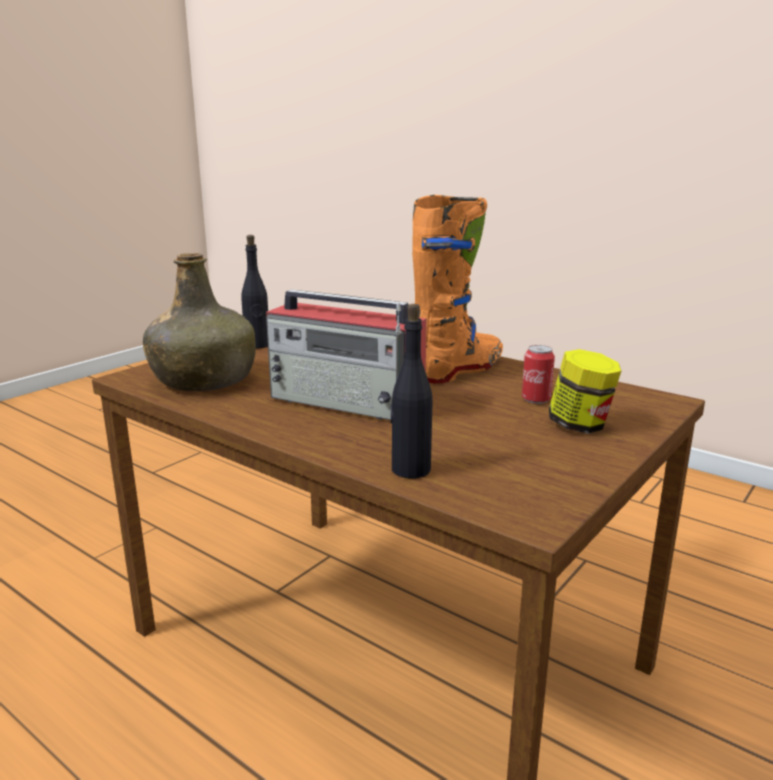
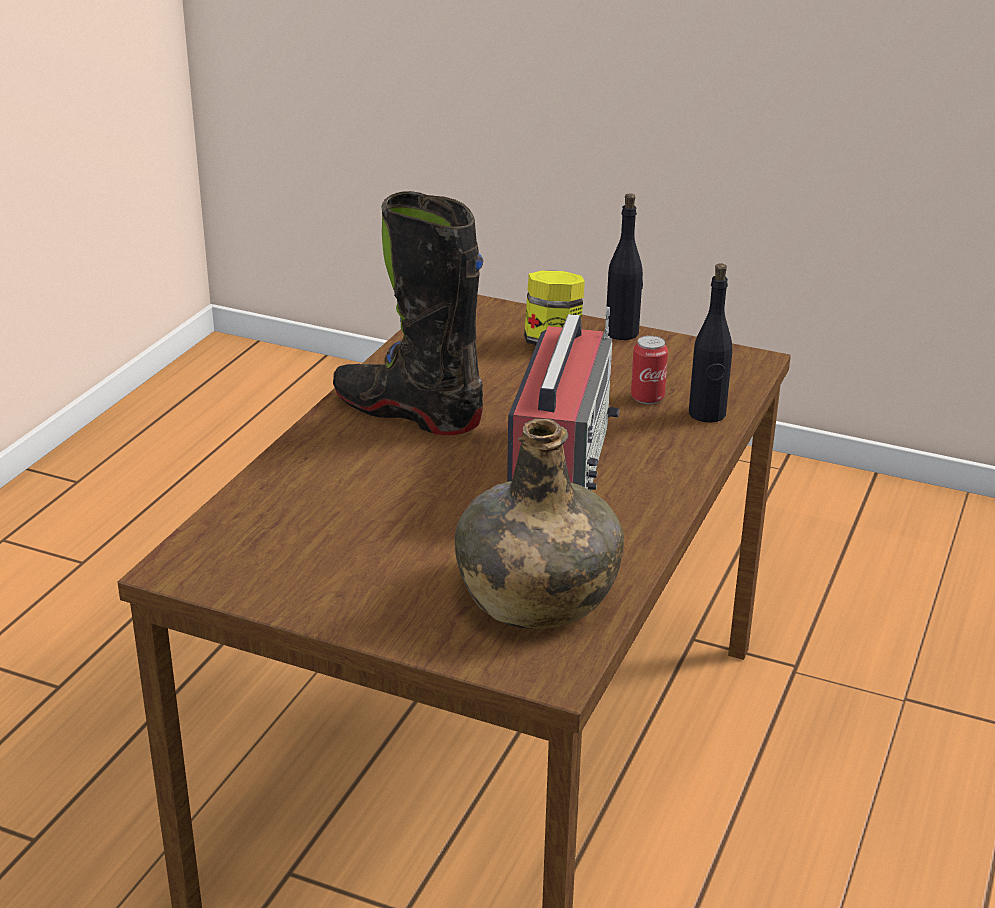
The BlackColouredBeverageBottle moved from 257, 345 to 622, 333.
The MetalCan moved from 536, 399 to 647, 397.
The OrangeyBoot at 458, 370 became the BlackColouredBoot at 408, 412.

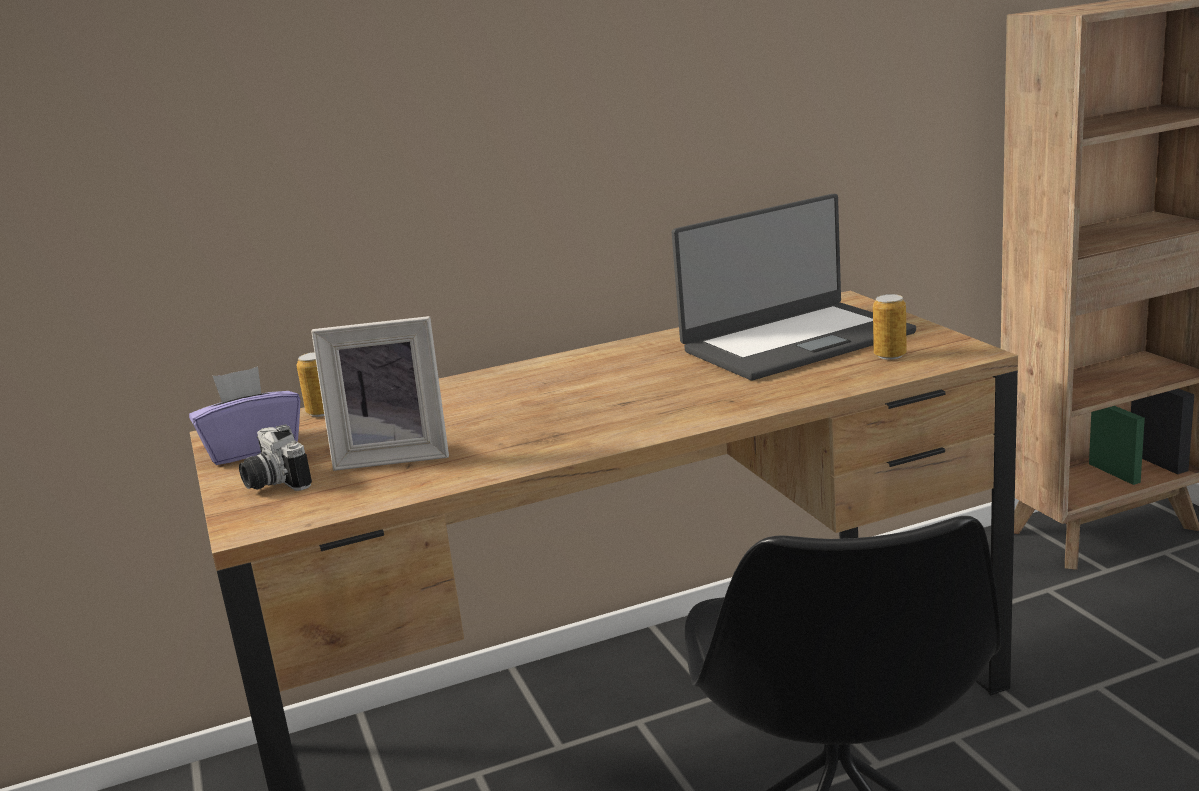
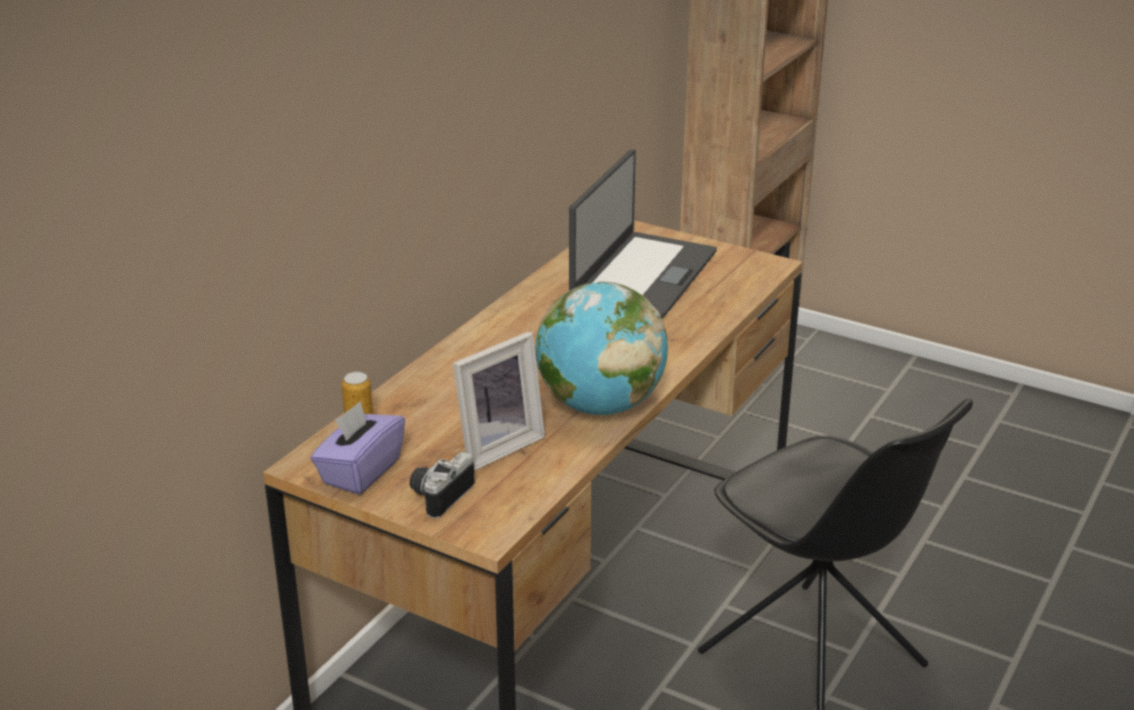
The MetalCan at 890, 355 disappeared.
The Globe at 600, 406 appeared.
The PhotoCamera at 272, 483 turned 105 degrees clockwise.

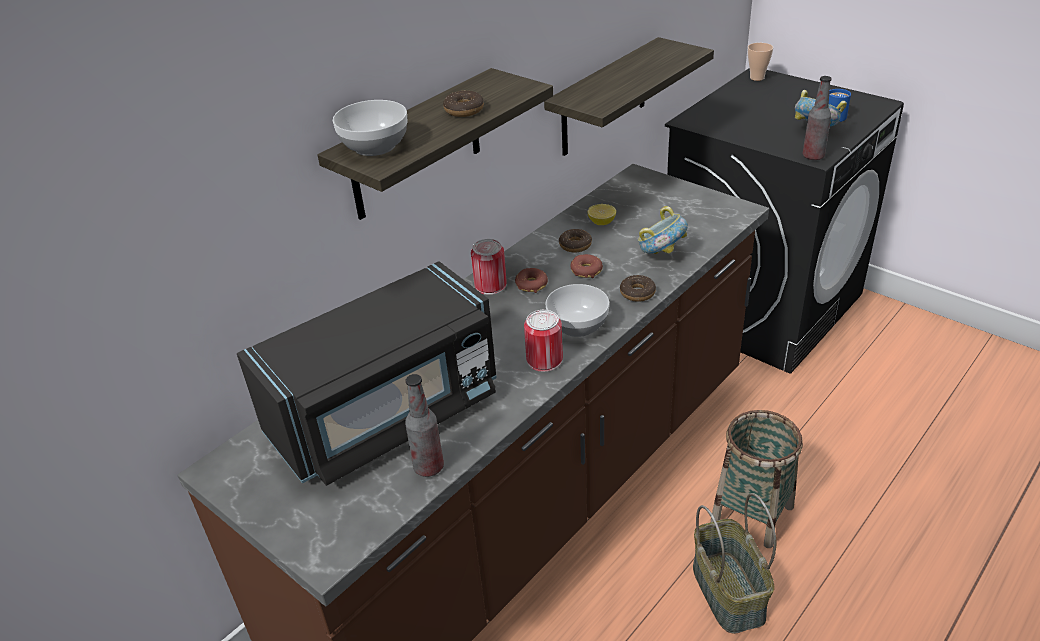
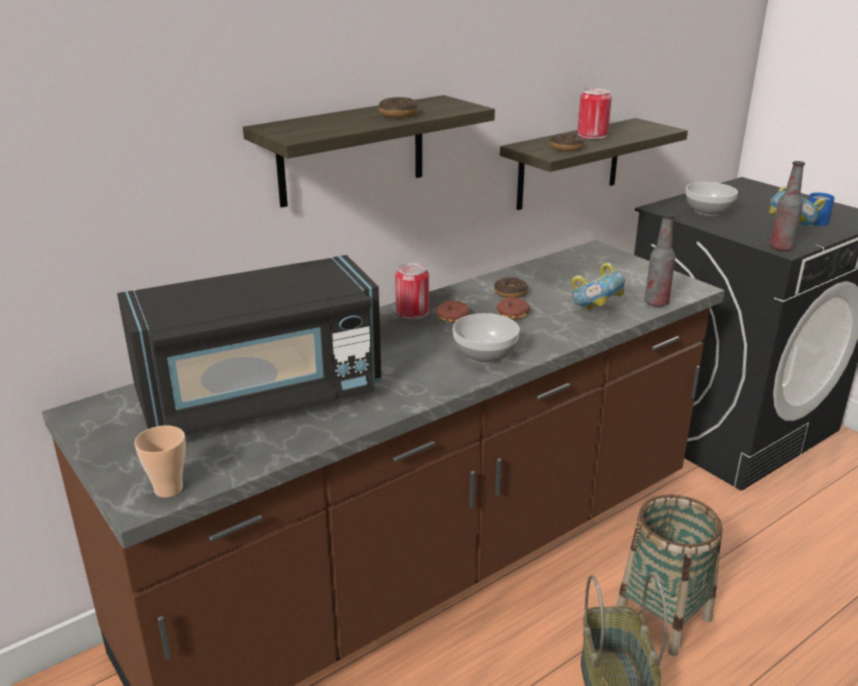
The CitrusFruit at 601, 223 disappeared.
The ServingBowl moved from 374, 145 to 708, 211.
The BeverageBottle moved from 428, 467 to 656, 303.
The MetalCan moved from 544, 360 to 592, 135.
The RingDoughnut moved from 637, 293 to 566, 148.
The Cup moved from 757, 78 to 168, 489.

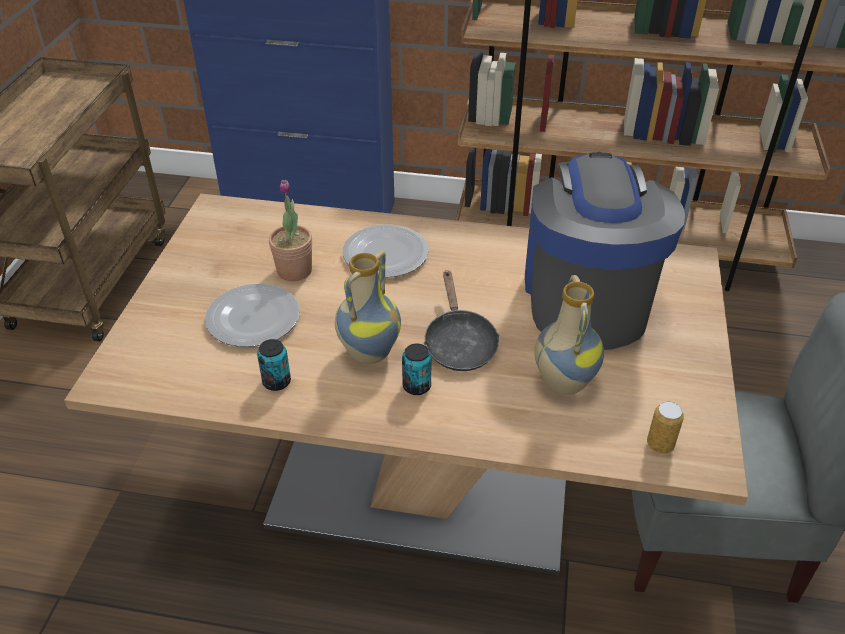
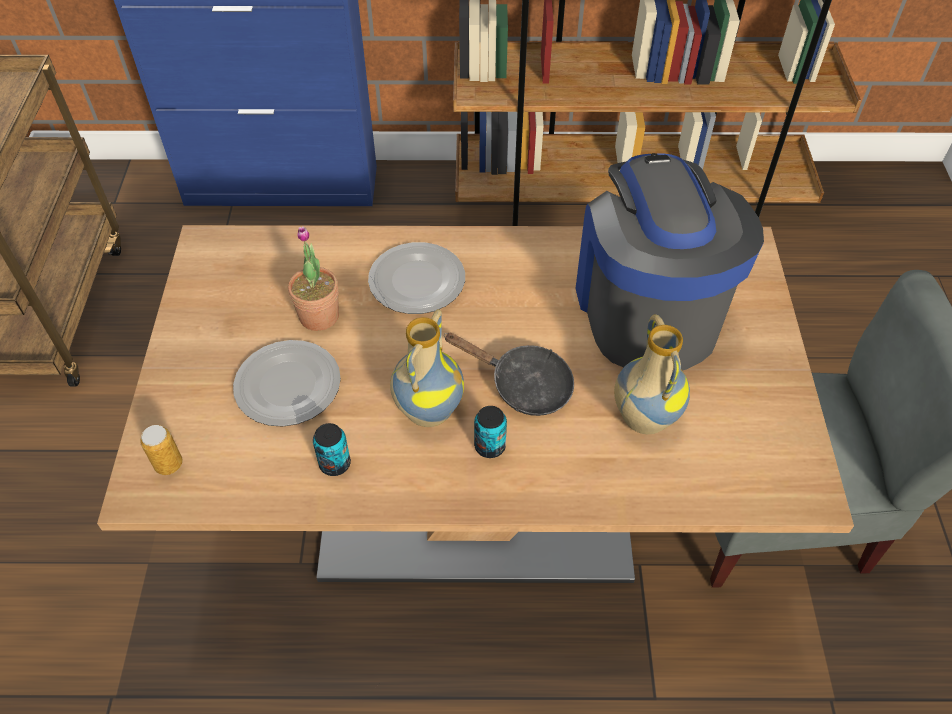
The MetalCan moved from 660, 444 to 168, 464.
The BlackColouredSkillet at 459, 343 turned 45 degrees counterclockwise.

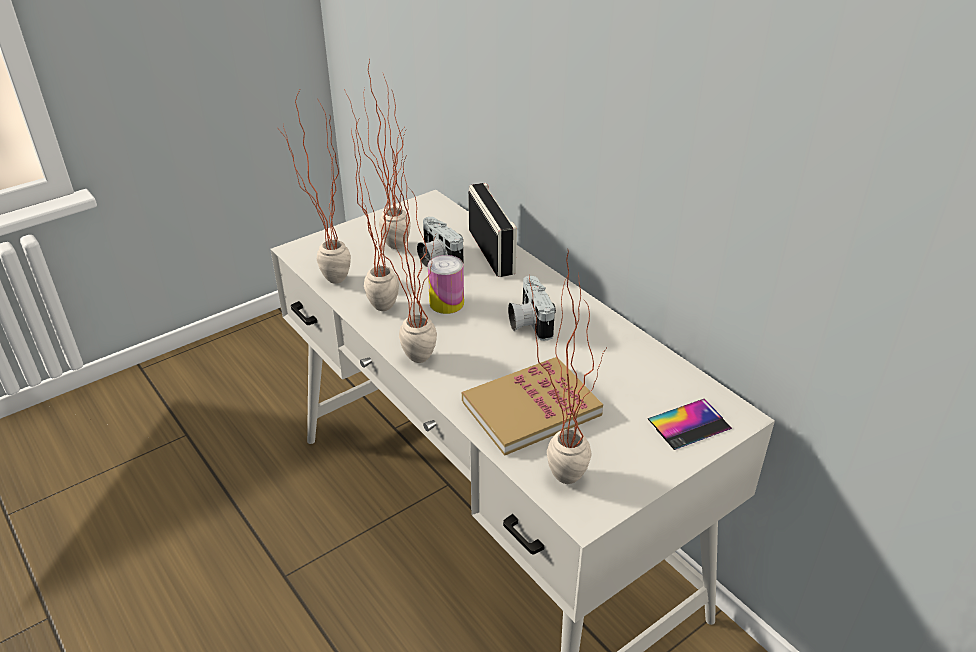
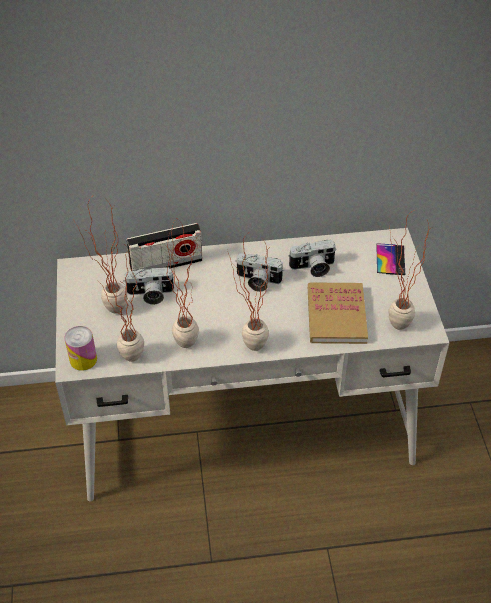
The PhotoCamera at 313, 268 appeared.
The MetalCan moved from 446, 303 to 83, 359.
The RadioReceiver at 491, 251 turned 150 degrees clockwise.

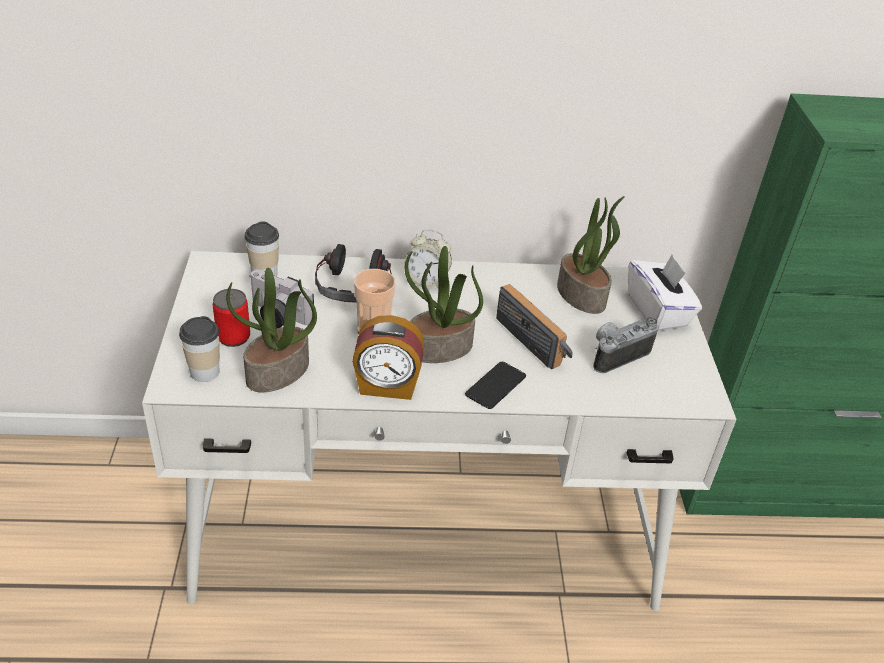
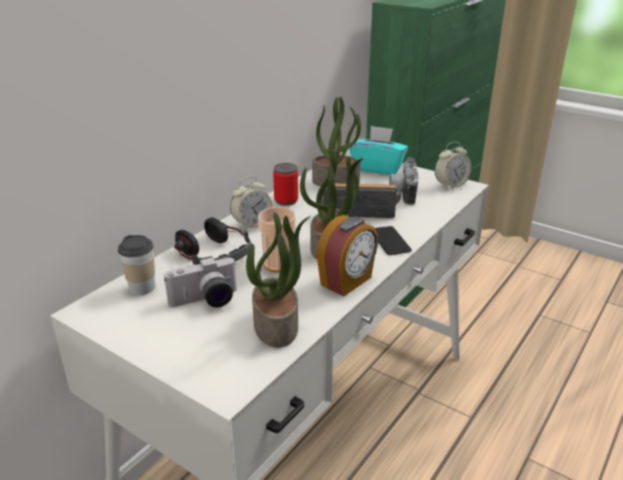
The Cup at 204, 372 disappeared.
The TableClock at 450, 185 appeared.
The MetalCan moved from 233, 337 to 286, 200.
The WhitishBoxOfTissues at 658, 311 became the BlueGreenBoxOfTissues at 377, 168.

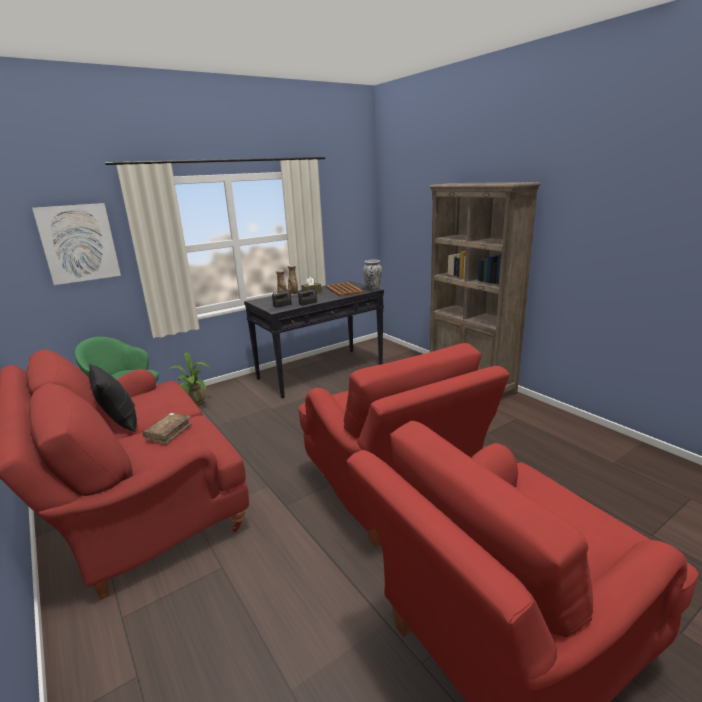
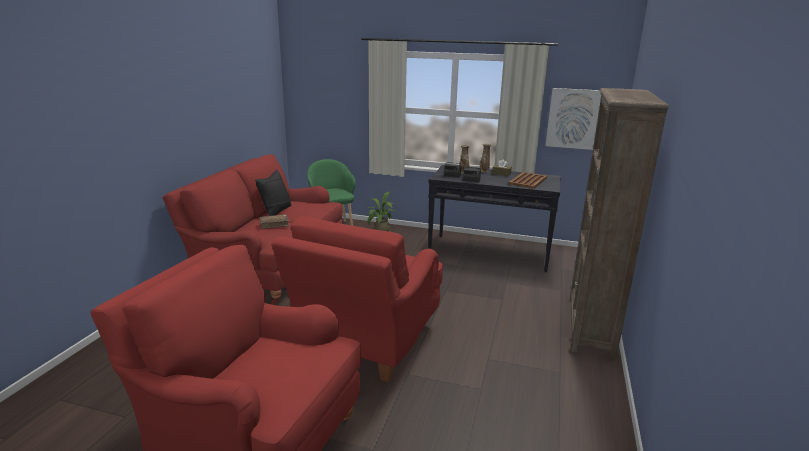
The Vase at 373, 289 disappeared.
The WallArt moved from 78, 243 to 574, 118.

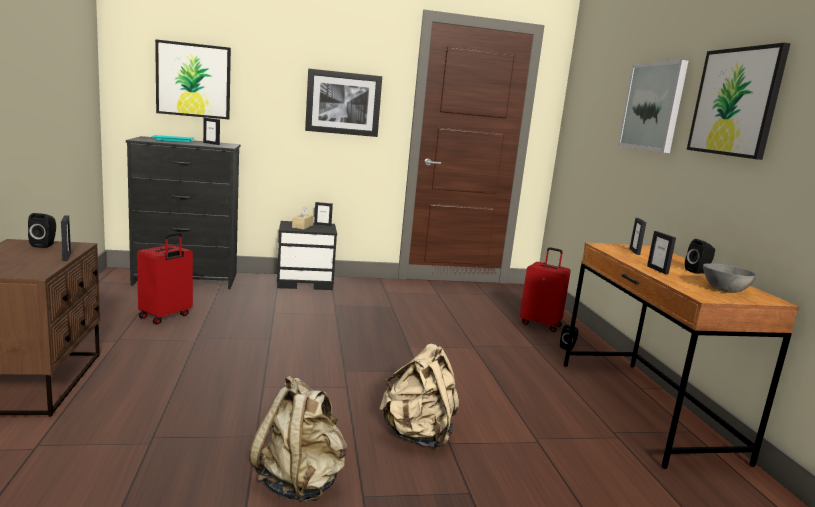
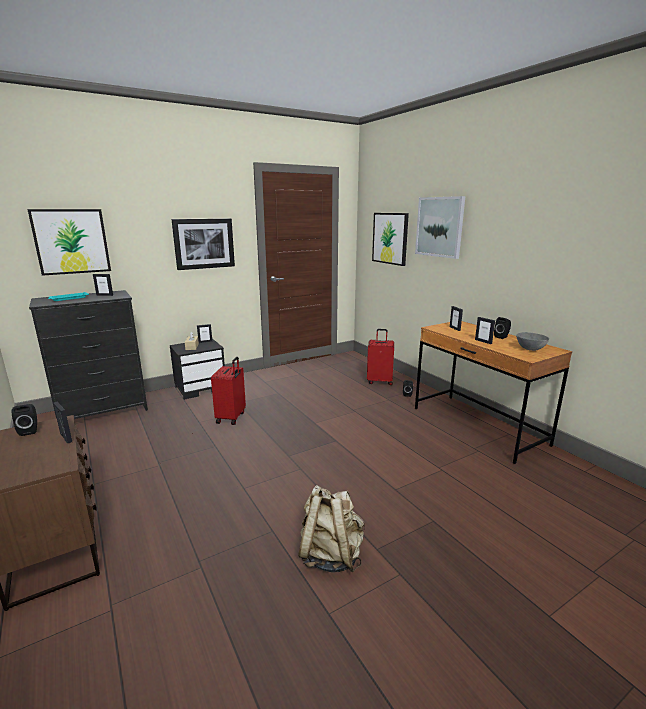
The BeigeColouredBackpack at 418, 434 disappeared.
The RedSuitcase moved from 166, 316 to 231, 418.
The WallArt moved from 736, 102 to 390, 238.

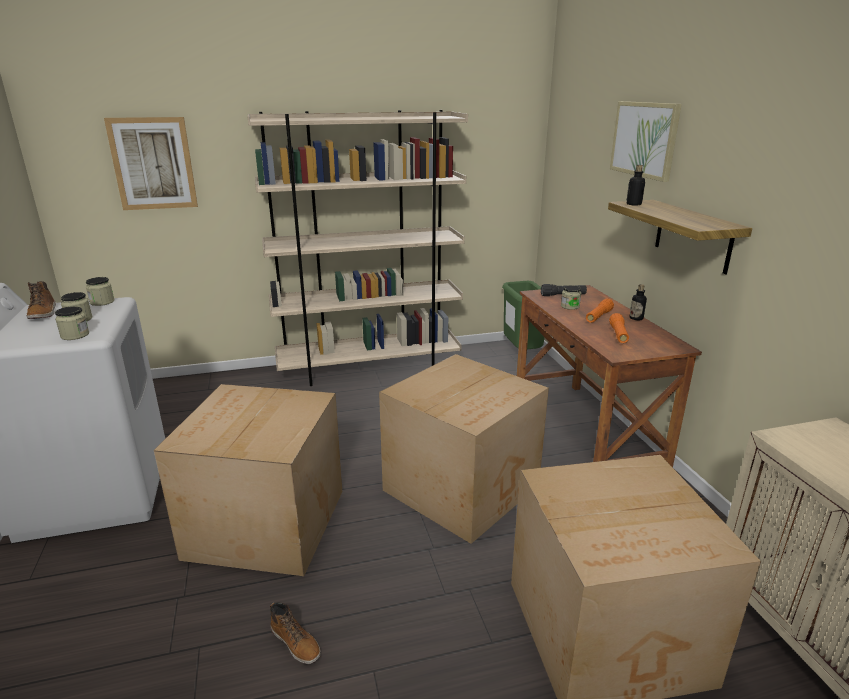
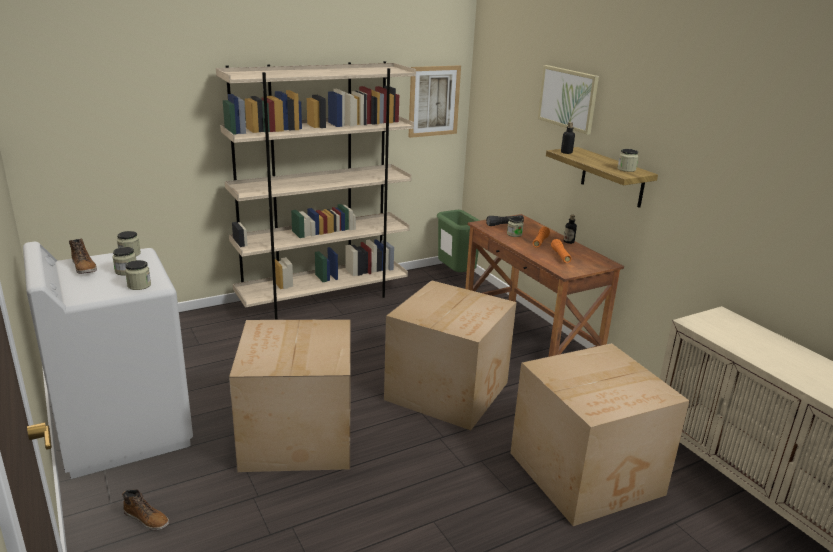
The StorageJar at 626, 169 appeared.
The WallArt moved from 153, 164 to 434, 101.
The Boot moved from 296, 642 to 147, 519.

